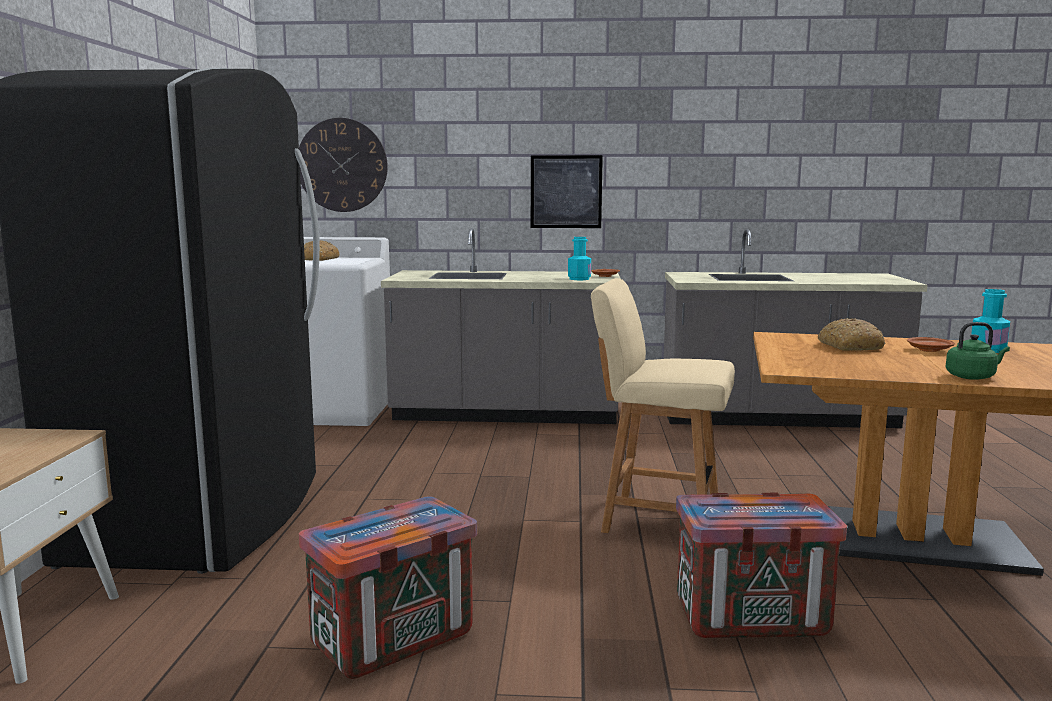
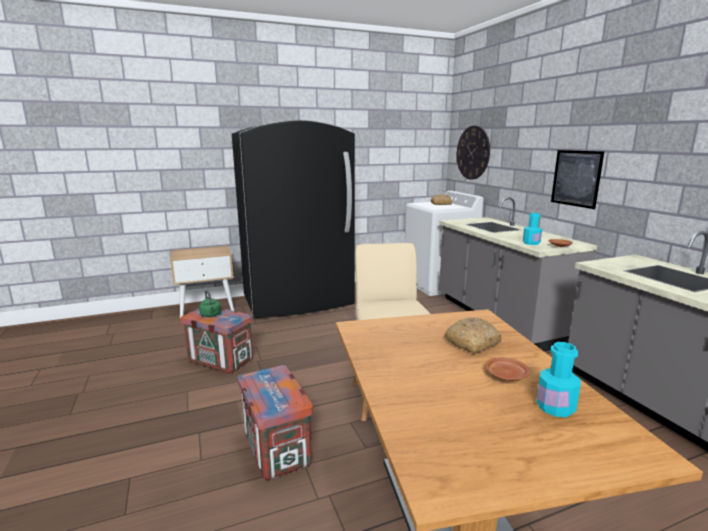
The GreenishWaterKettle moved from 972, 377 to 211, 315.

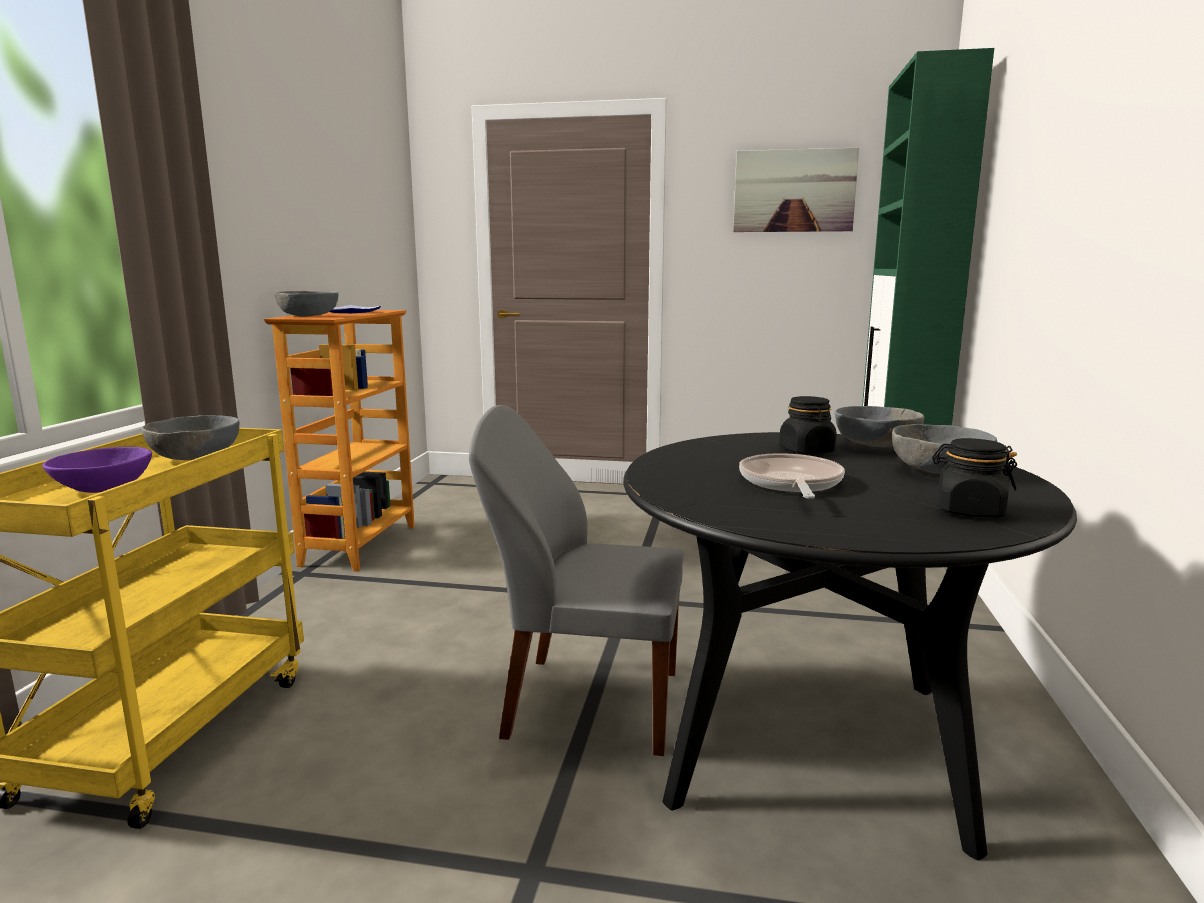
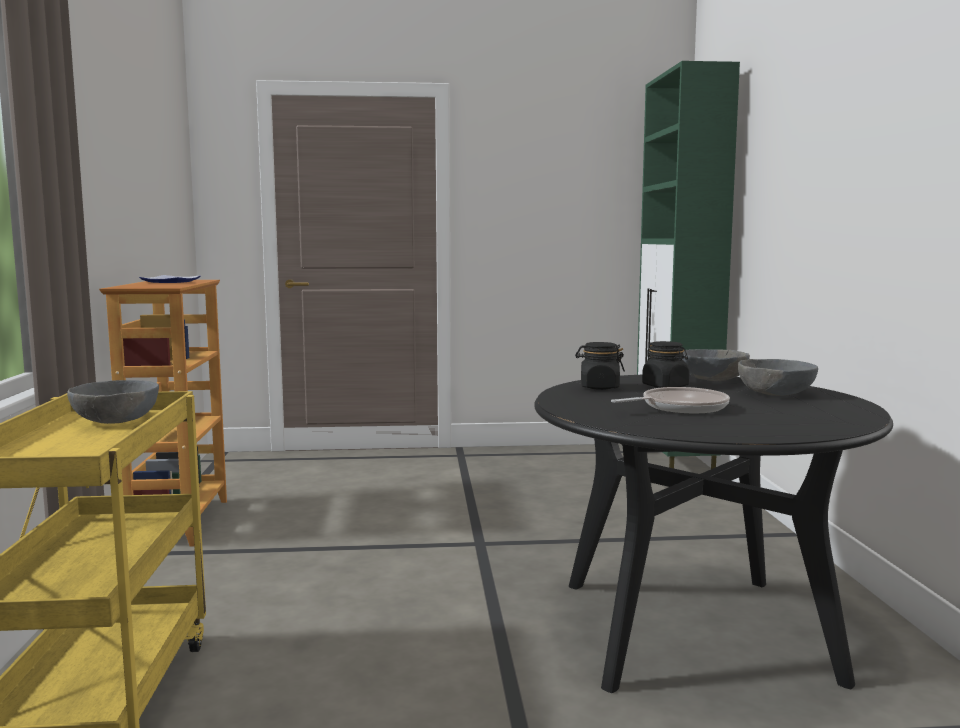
The PurpleColouredServingBowl at 104, 488 disappeared.
The GreyishServingBowl at 308, 316 disappeared.
The GreyishUprightChair at 587, 703 disappeared.
The WallArt at 794, 191 disappeared.
The BlackColouredStorageJar moved from 968, 510 to 599, 387.
The Skillet at 790, 483 turned 75 degrees clockwise.

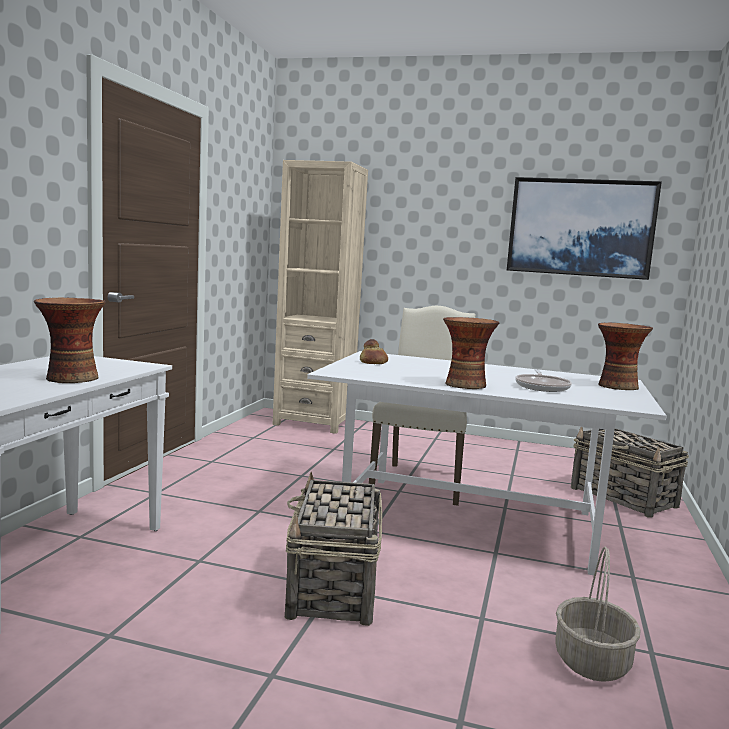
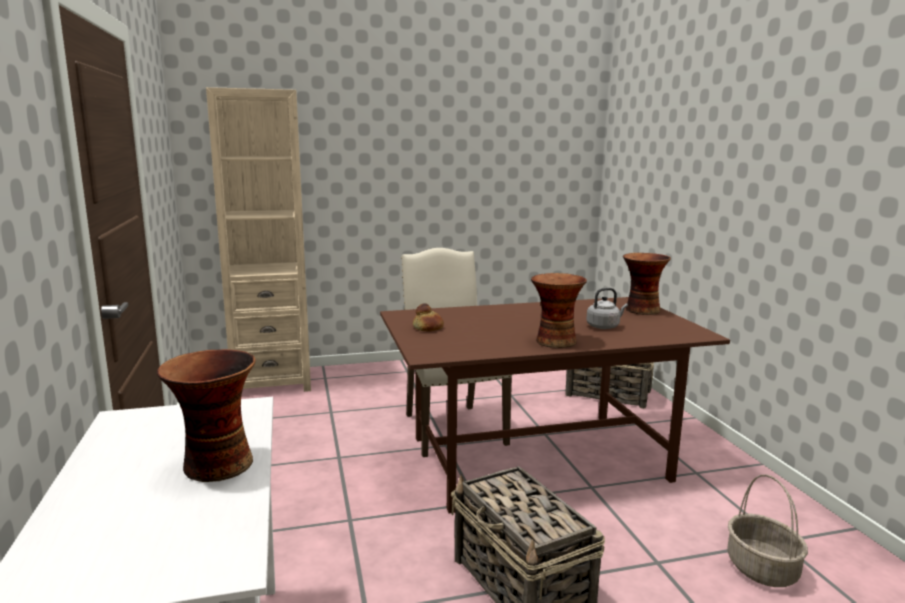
The WallArt at 580, 228 disappeared.
The Skillet at 542, 387 was replaced by the GreyishWaterKettle at 604, 326.
The WhitishDinnerTable at 473, 520 became the BrownishDinnerTable at 538, 457.

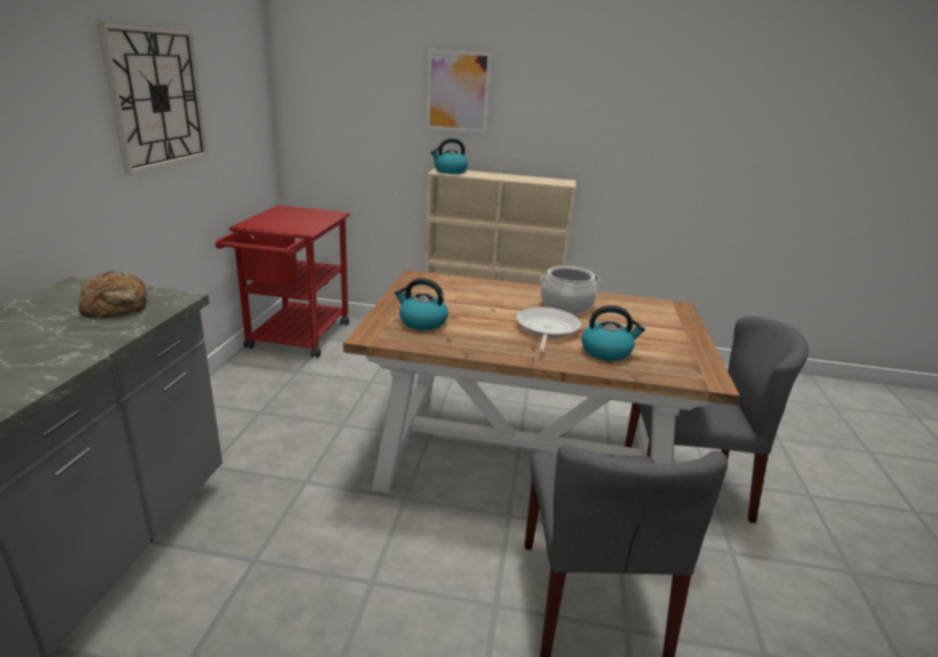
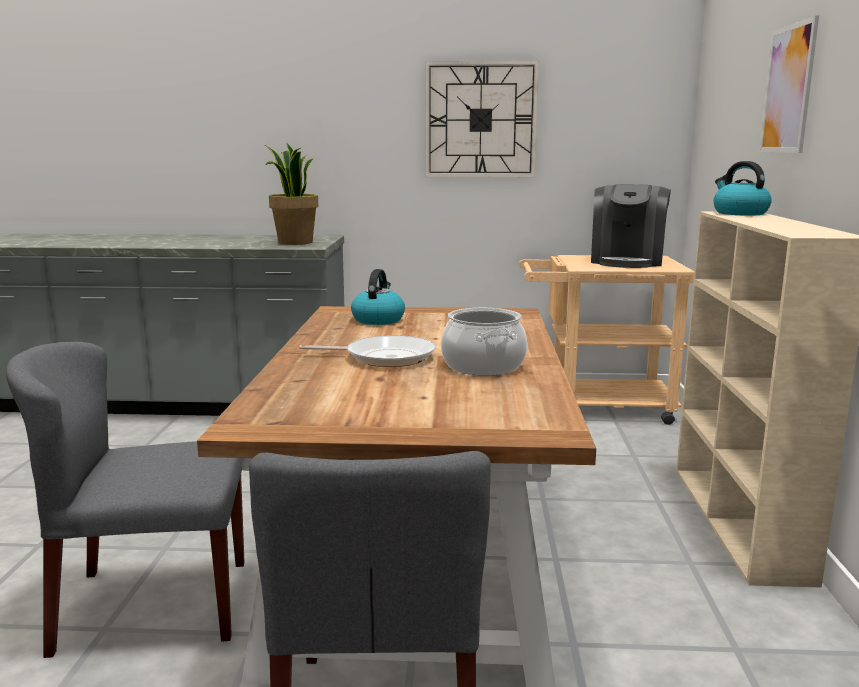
The WaterKettle at 607, 351 disappeared.
The CoffeeBrewer at 627, 261 appeared.
The BakedBread at 117, 305 was replaced by the PlantInAPot at 294, 242.
The RedTrolley at 295, 339 became the BeigeColouredTrolley at 596, 407.

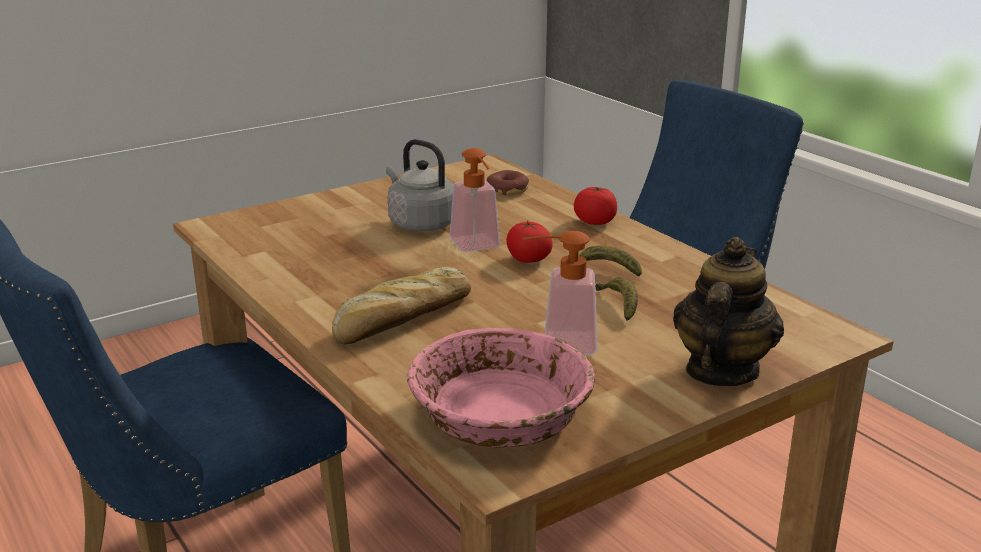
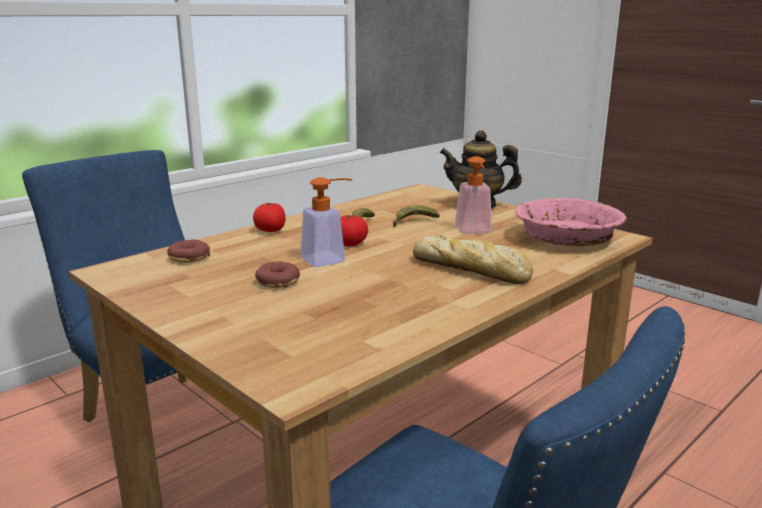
The GreyishWaterKettle at 420, 223 was replaced by the RingDoughnut at 277, 282.

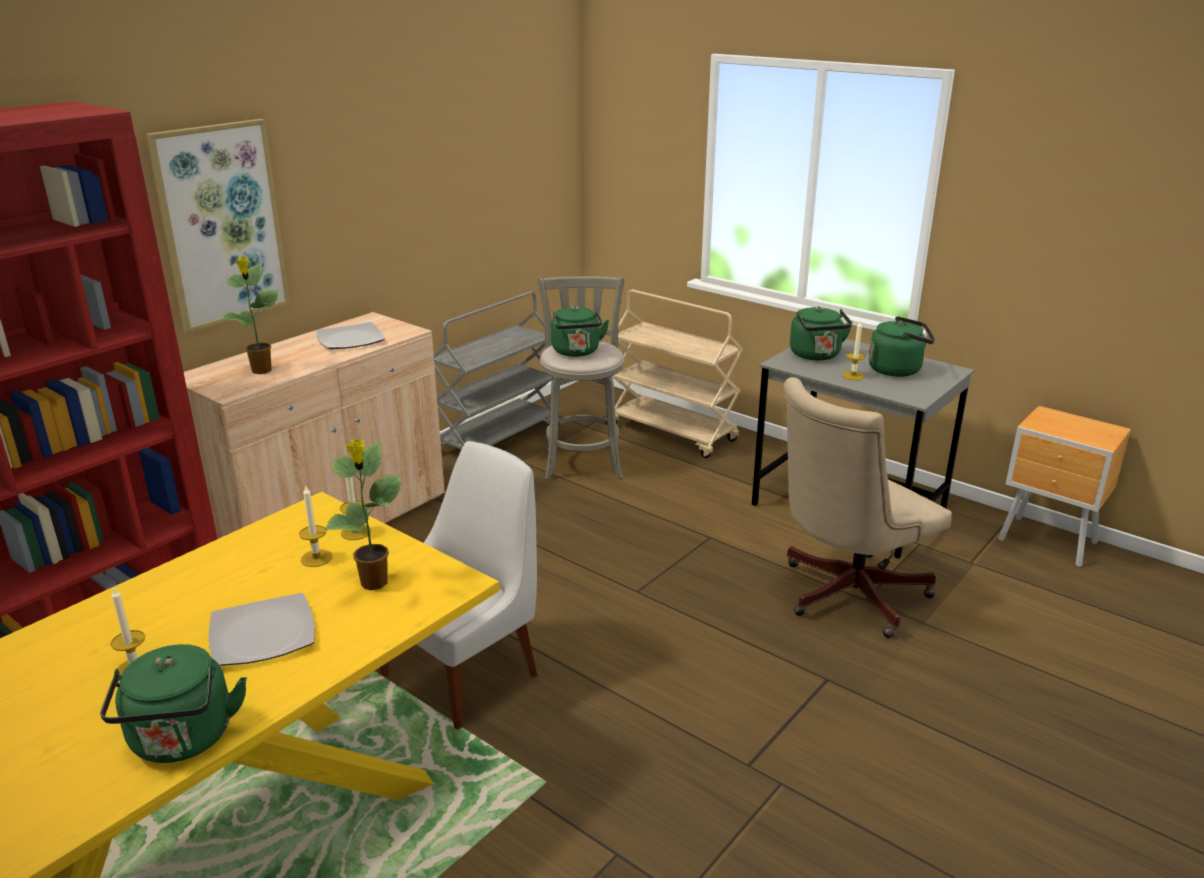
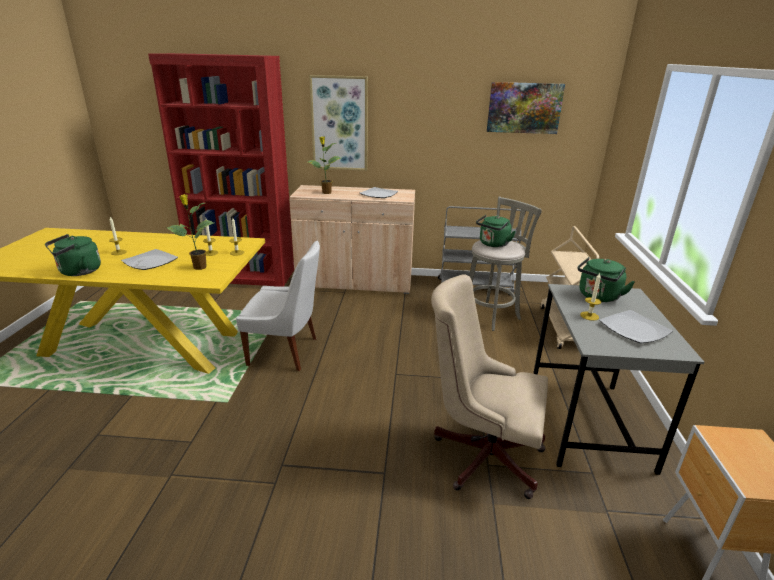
The WallArt at 524, 108 appeared.
The GreenishWaterKettle at 898, 370 was replaced by the Plate at 634, 329.

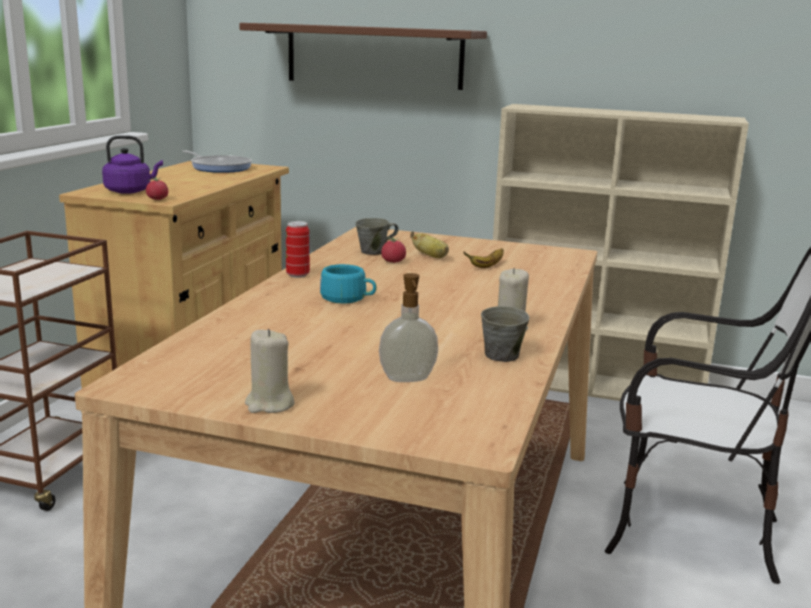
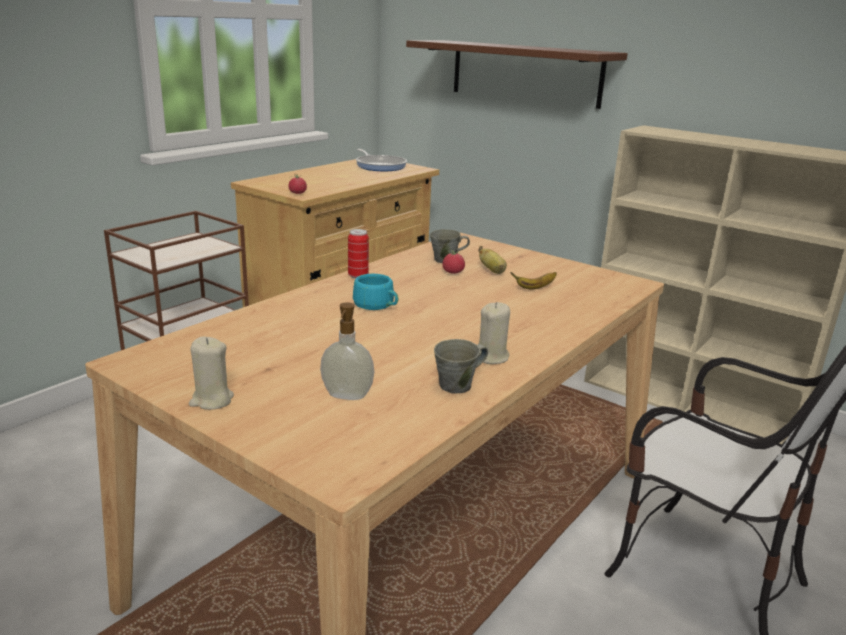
The PurpleColouredWaterKettle at 130, 191 disappeared.

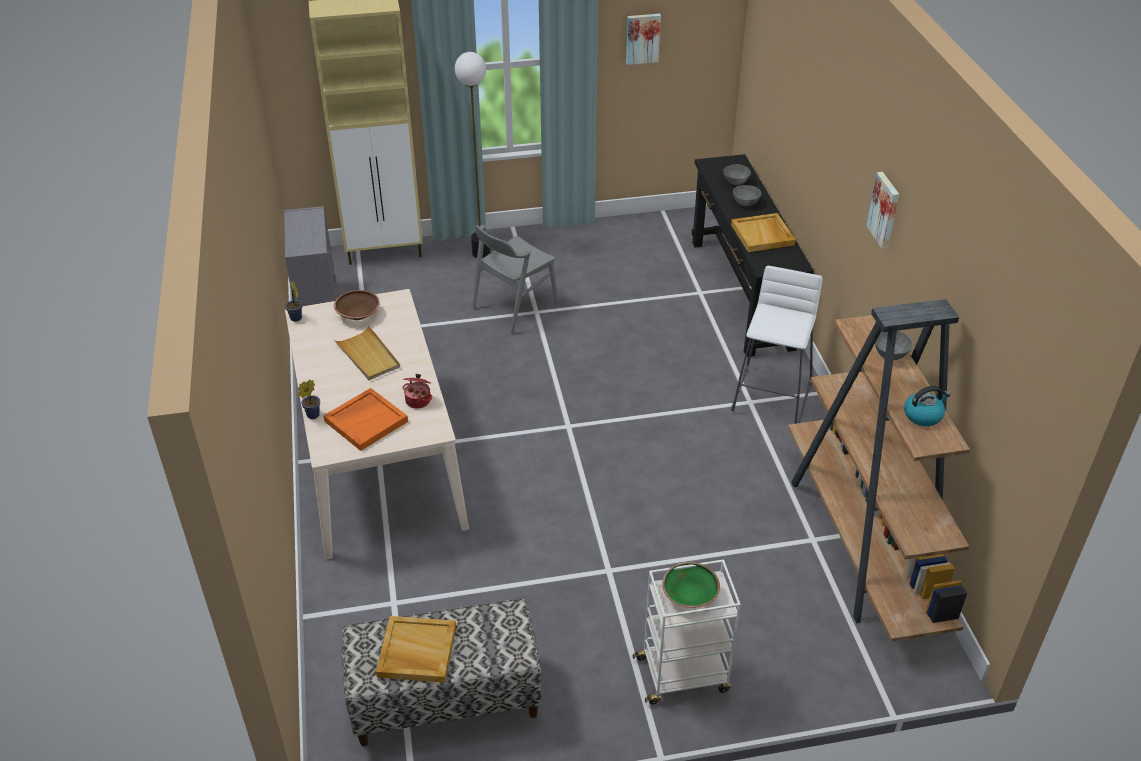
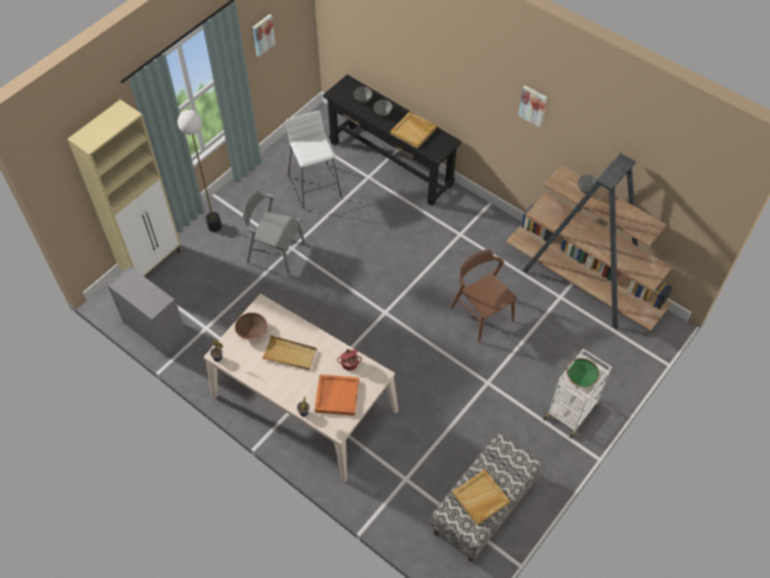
The WaterKettle at 923, 415 disappeared.
The BrownishUprightChair at 481, 314 appeared.
The WhitishStoolSeat moved from 772, 396 to 315, 186.
The GreyishUprightChair at 514, 307 turned 105 degrees clockwise.

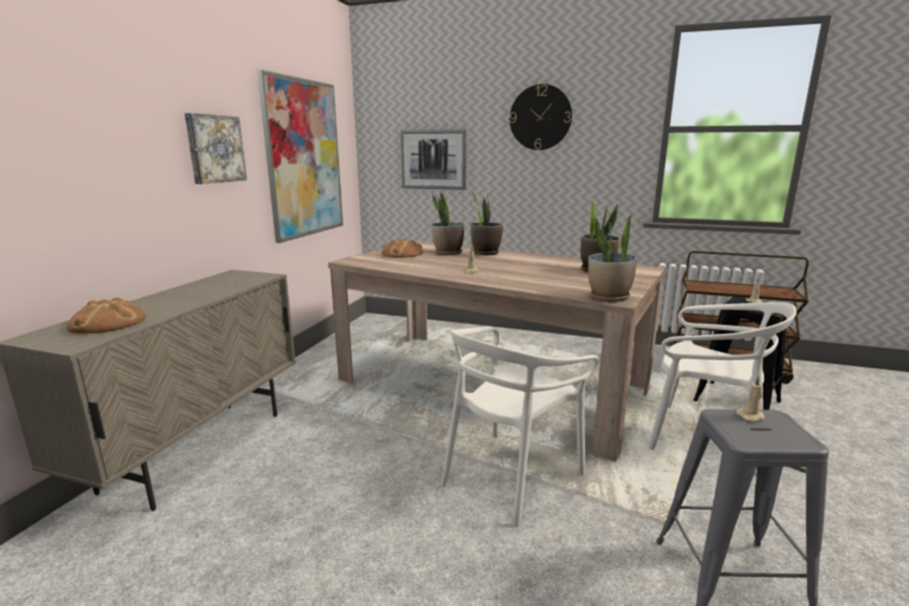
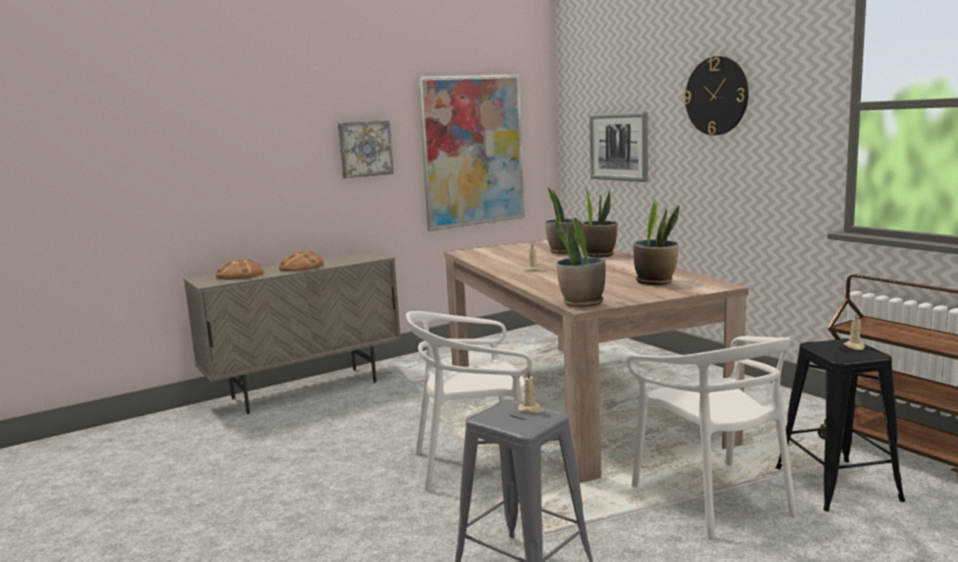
The BakedBread moved from 402, 253 to 301, 267.

